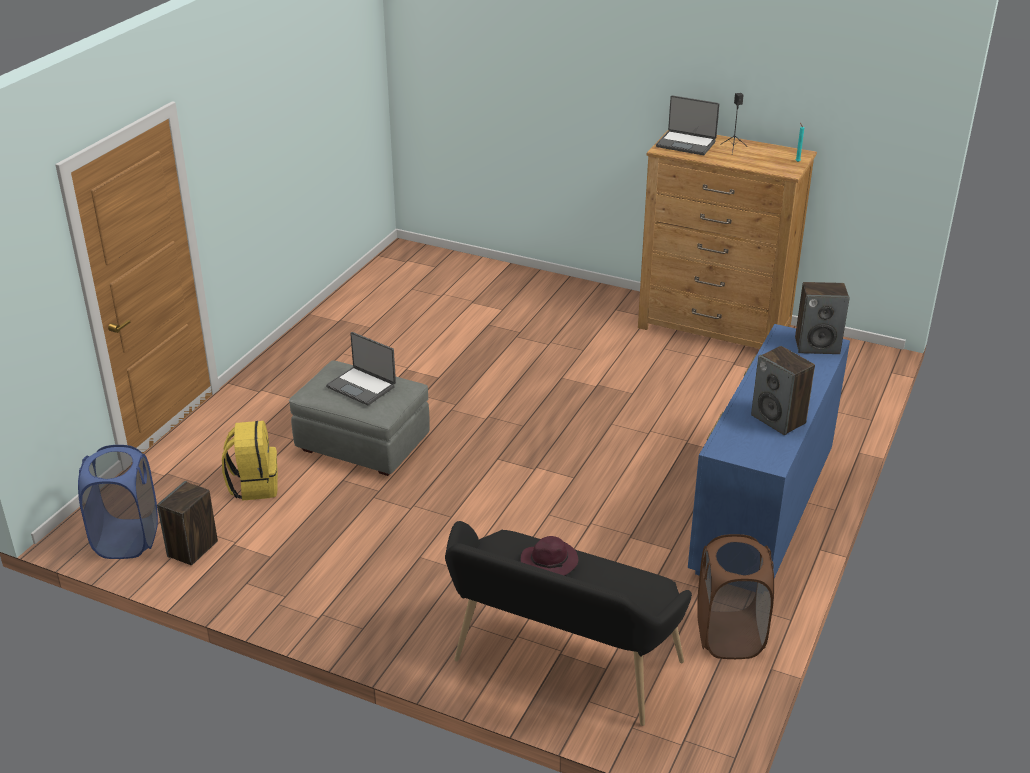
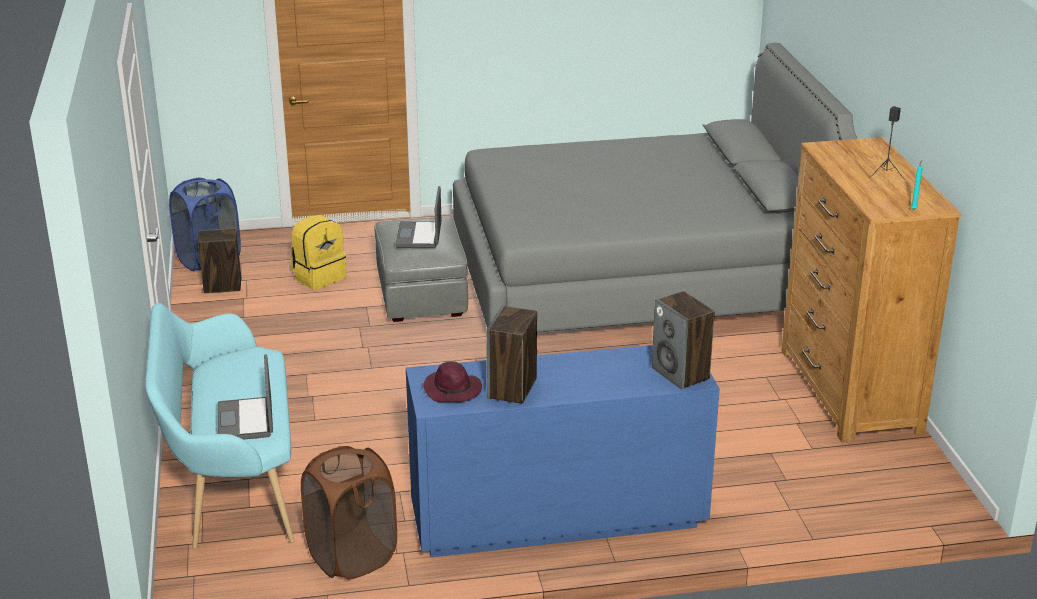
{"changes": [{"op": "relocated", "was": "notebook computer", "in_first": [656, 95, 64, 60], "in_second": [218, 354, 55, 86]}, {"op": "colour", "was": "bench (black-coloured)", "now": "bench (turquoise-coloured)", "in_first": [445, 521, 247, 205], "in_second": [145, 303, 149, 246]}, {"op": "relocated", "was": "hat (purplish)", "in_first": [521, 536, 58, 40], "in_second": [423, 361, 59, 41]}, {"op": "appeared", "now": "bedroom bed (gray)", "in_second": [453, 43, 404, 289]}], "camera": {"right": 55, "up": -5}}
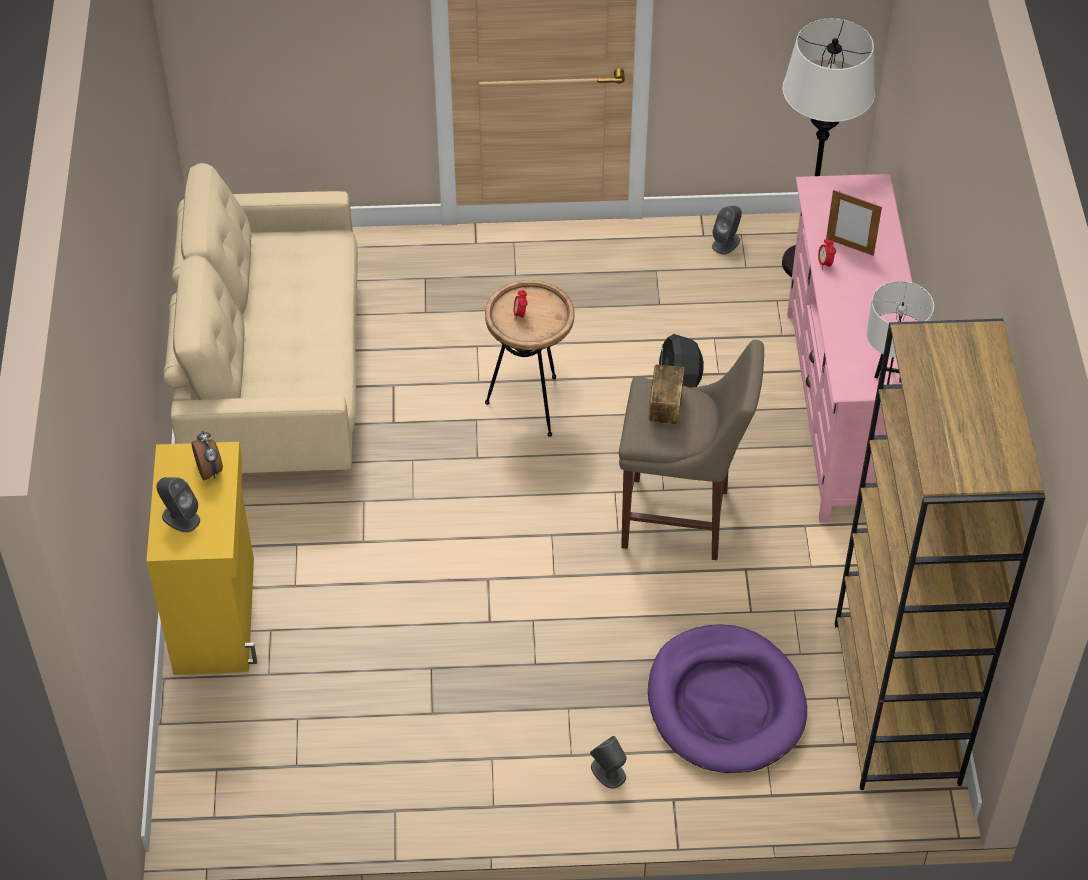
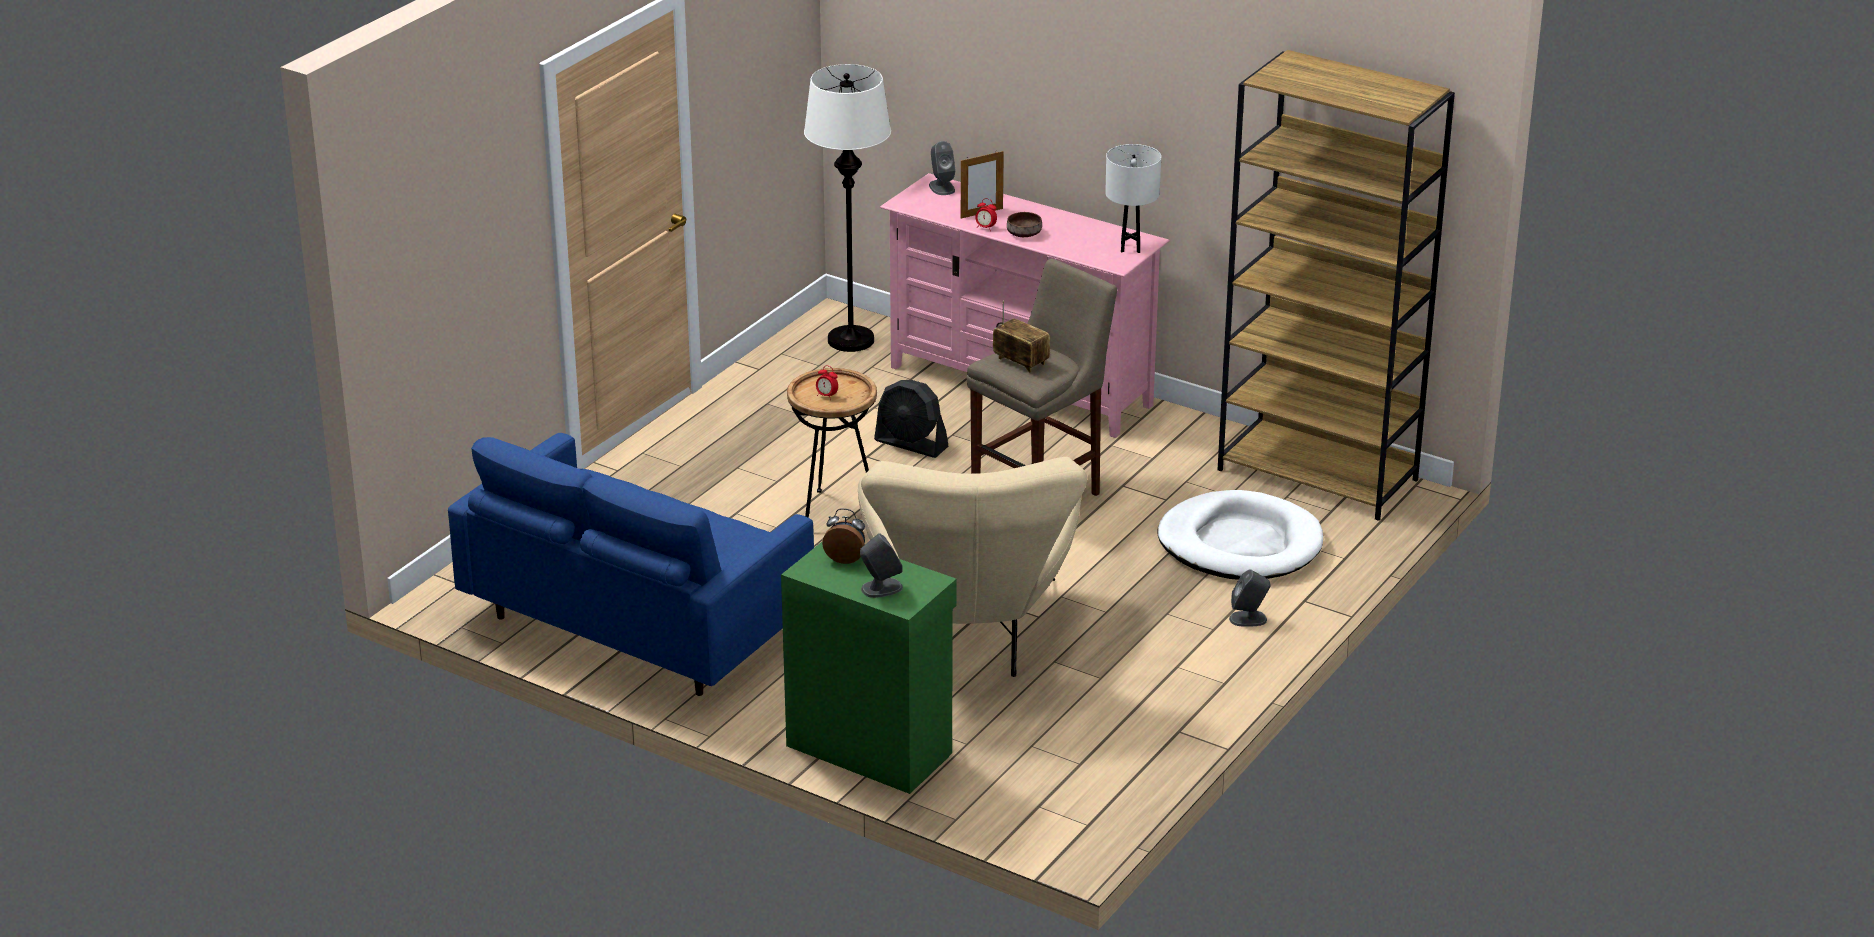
{"changes": [{"op": "colour", "was": "settee (beige)", "now": "settee (blue)", "in_first": [164, 163, 194, 310], "in_second": [448, 433, 366, 263]}, {"op": "relocated", "was": "loudspeaker (gray)", "in_first": [712, 206, 30, 49], "in_second": [929, 141, 27, 54]}, {"op": "colour", "was": "storage cabinet (yellow)", "now": "storage cabinet (green-coloured)", "in_first": [146, 442, 111, 233], "in_second": [781, 541, 176, 253]}, {"op": "colour", "was": "dog bed (purplish)", "now": "dog bed (white-coloured)", "in_first": [648, 624, 159, 149], "in_second": [1157, 490, 166, 90]}, {"op": "appeared", "now": "bowl (brownish)", "in_second": [1007, 212, 35, 25]}, {"op": "appeared", "now": "easy chair (beige)", "in_second": [858, 457, 229, 220]}], "camera": {"right": -55, "up": -20}}
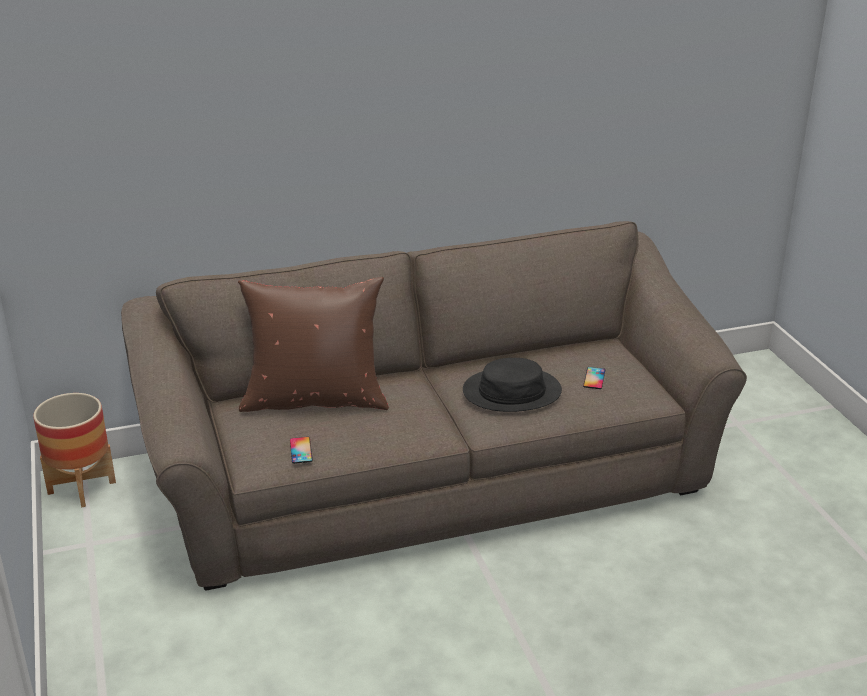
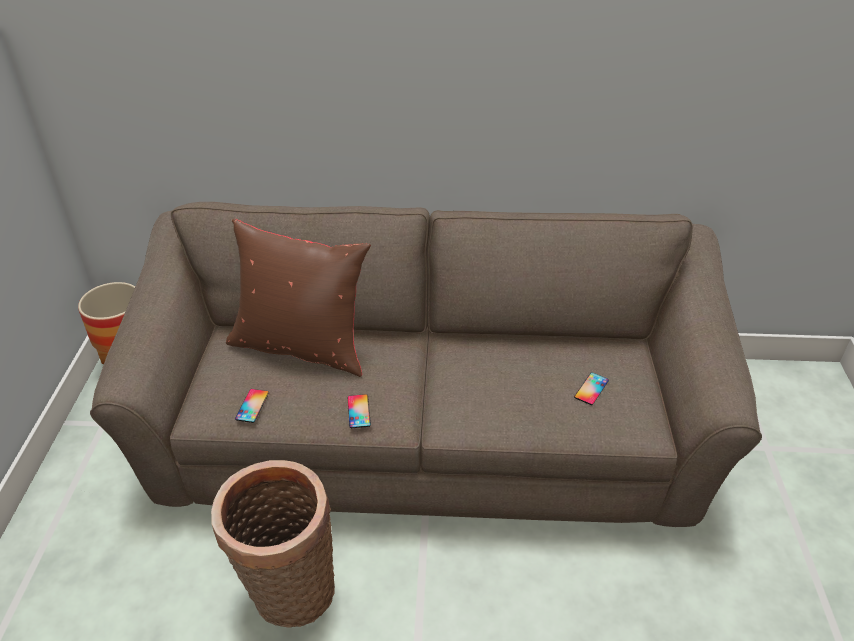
{"changes": [{"op": "missing", "was": "hat (black-coloured)", "in_first": [463, 358, 99, 54]}, {"op": "appeared", "now": "telephone", "in_second": [348, 394, 23, 34]}, {"op": "appeared", "now": "storage basket", "in_second": [211, 460, 124, 168]}], "camera": {"right": 20, "up": 10}}
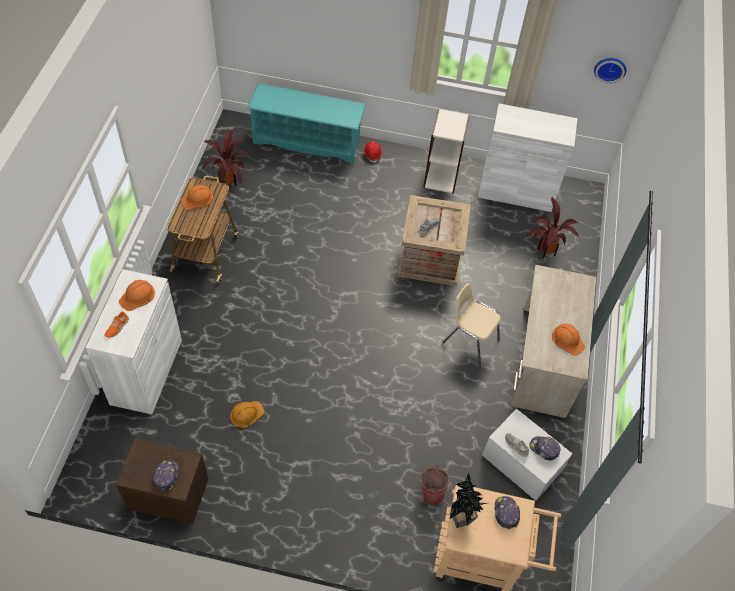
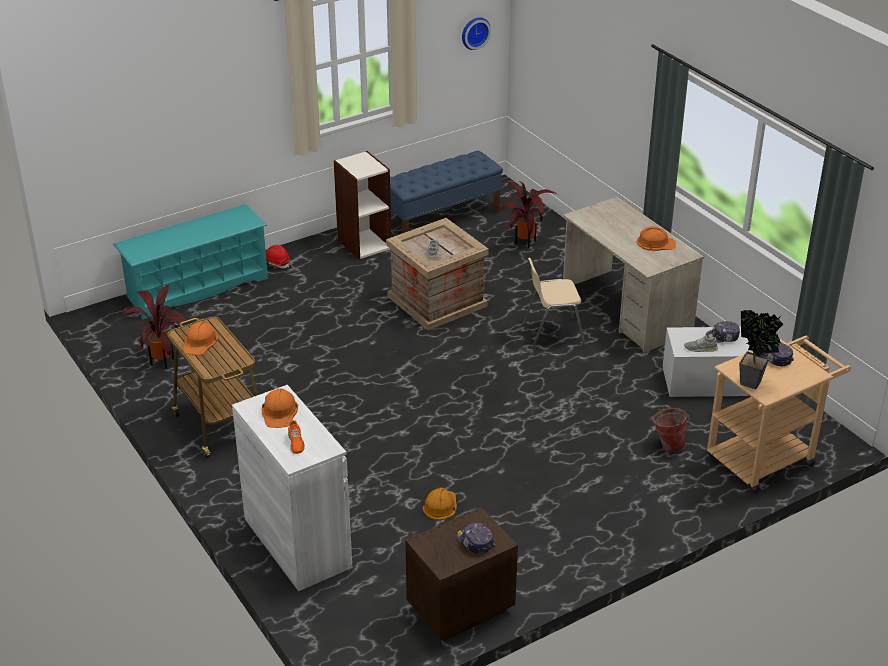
{"changes": [{"op": "exchanged", "was": "storage cabinet (white-coloured)", "now": "bench (blue)", "in_first": [478, 104, 100, 108], "in_second": [390, 151, 113, 82]}], "camera": {"right": -40, "up": -20}}
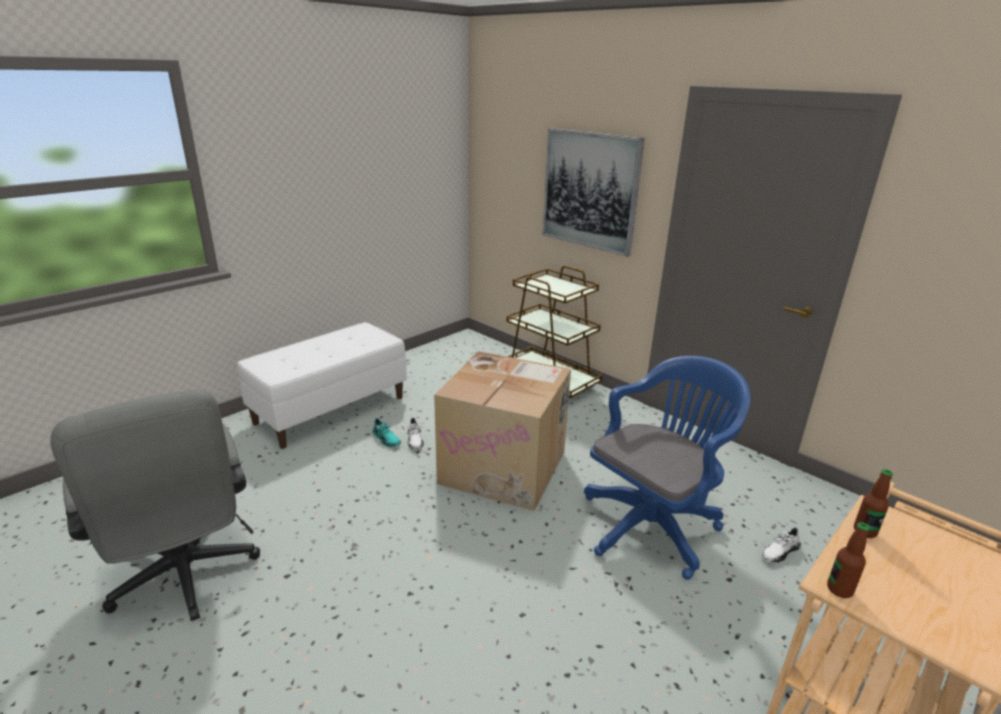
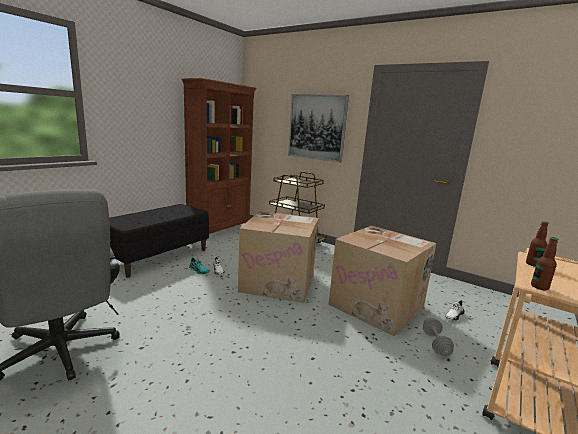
{"changes": [{"op": "colour", "was": "bench (white-coloured)", "now": "bench (black-coloured)", "in_first": [237, 322, 170, 127], "in_second": [109, 204, 100, 74]}, {"op": "exchanged", "was": "desk chair (blue)", "now": "cardboard box", "in_first": [584, 356, 167, 224], "in_second": [329, 226, 107, 110]}, {"op": "appeared", "now": "bookshelf (brownish)", "in_second": [182, 78, 75, 162]}, {"op": "appeared", "now": "dumbbell (gray)", "in_second": [423, 318, 31, 39]}], "camera": {"right": -10, "up": -10}}
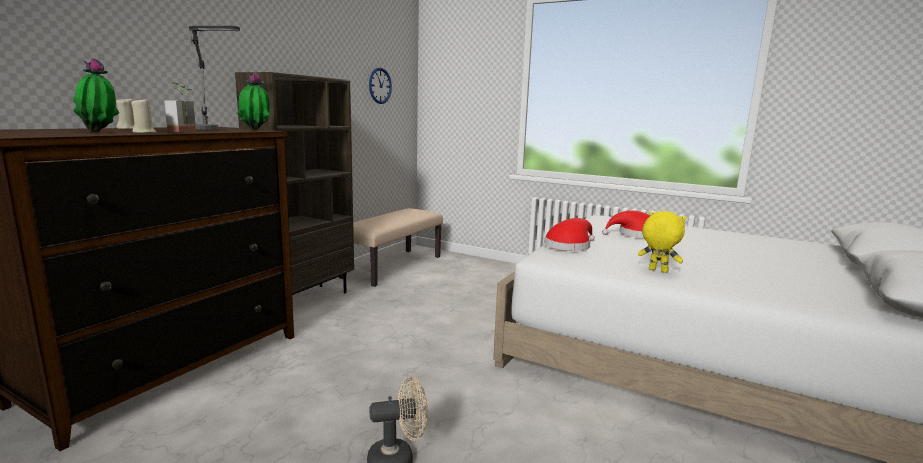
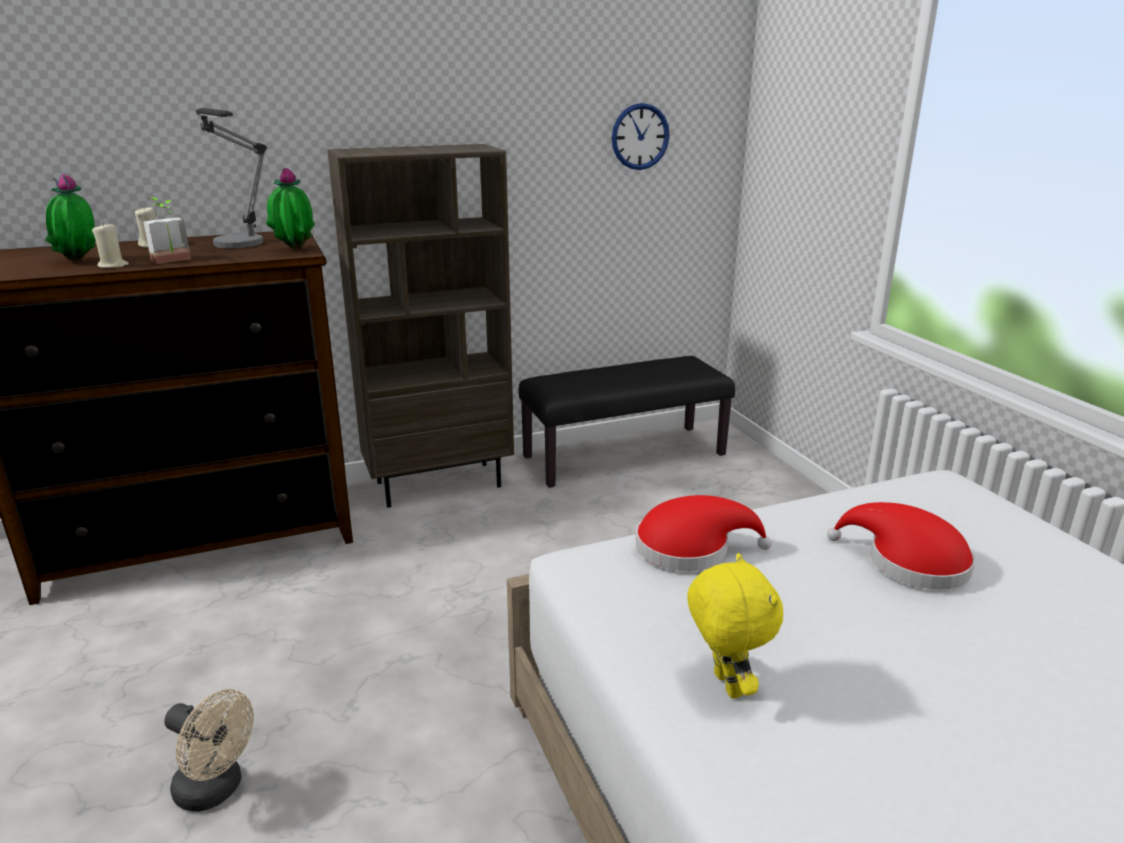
{"changes": [{"op": "colour", "was": "bench (beige)", "now": "bench (black-coloured)", "in_first": [338, 208, 105, 79], "in_second": [519, 356, 216, 132]}], "camera": {"right": 40, "up": 10}}
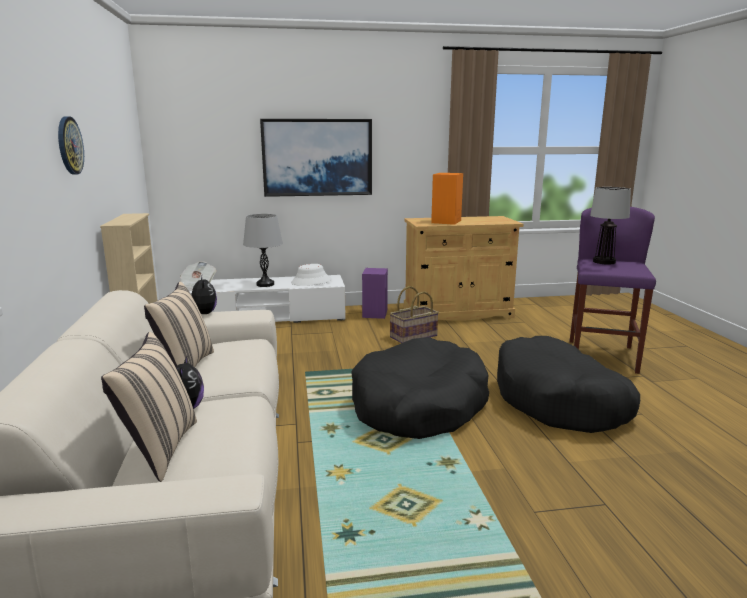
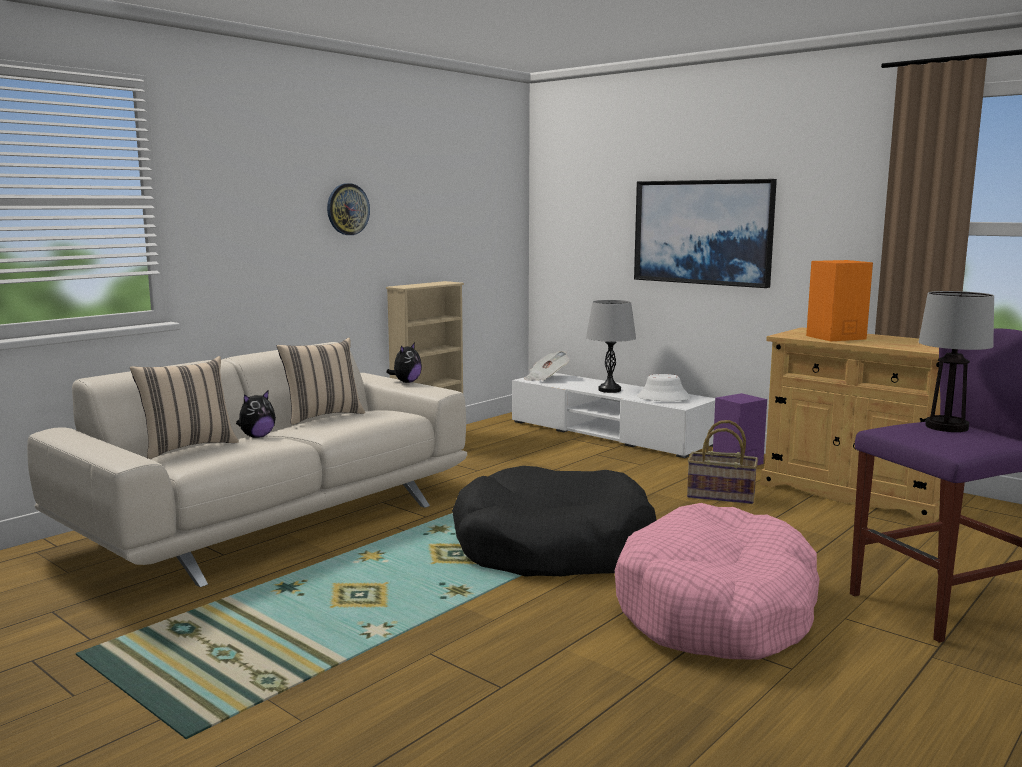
{"changes": [{"op": "colour", "was": "dog bed (black-coloured)", "now": "dog bed (pinkish)", "in_first": [497, 336, 143, 97], "in_second": [615, 503, 205, 157]}], "camera": {"right": 50, "up": -5}}
